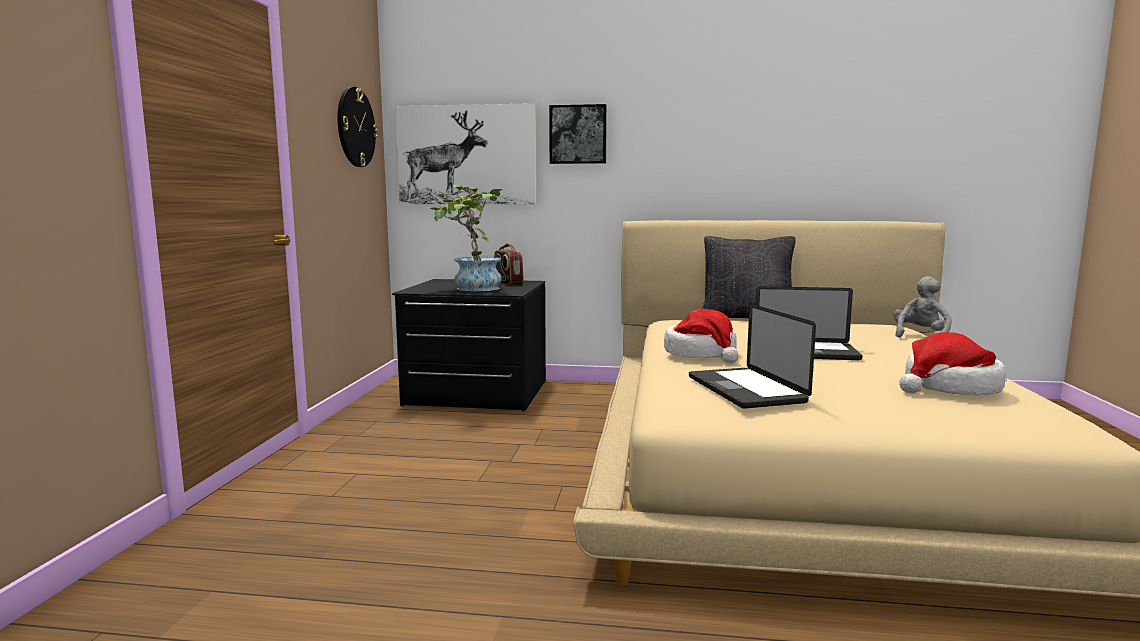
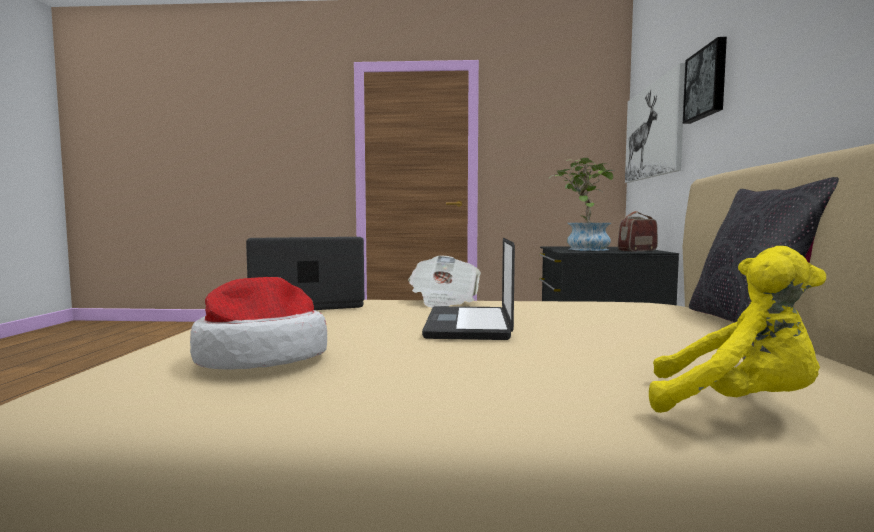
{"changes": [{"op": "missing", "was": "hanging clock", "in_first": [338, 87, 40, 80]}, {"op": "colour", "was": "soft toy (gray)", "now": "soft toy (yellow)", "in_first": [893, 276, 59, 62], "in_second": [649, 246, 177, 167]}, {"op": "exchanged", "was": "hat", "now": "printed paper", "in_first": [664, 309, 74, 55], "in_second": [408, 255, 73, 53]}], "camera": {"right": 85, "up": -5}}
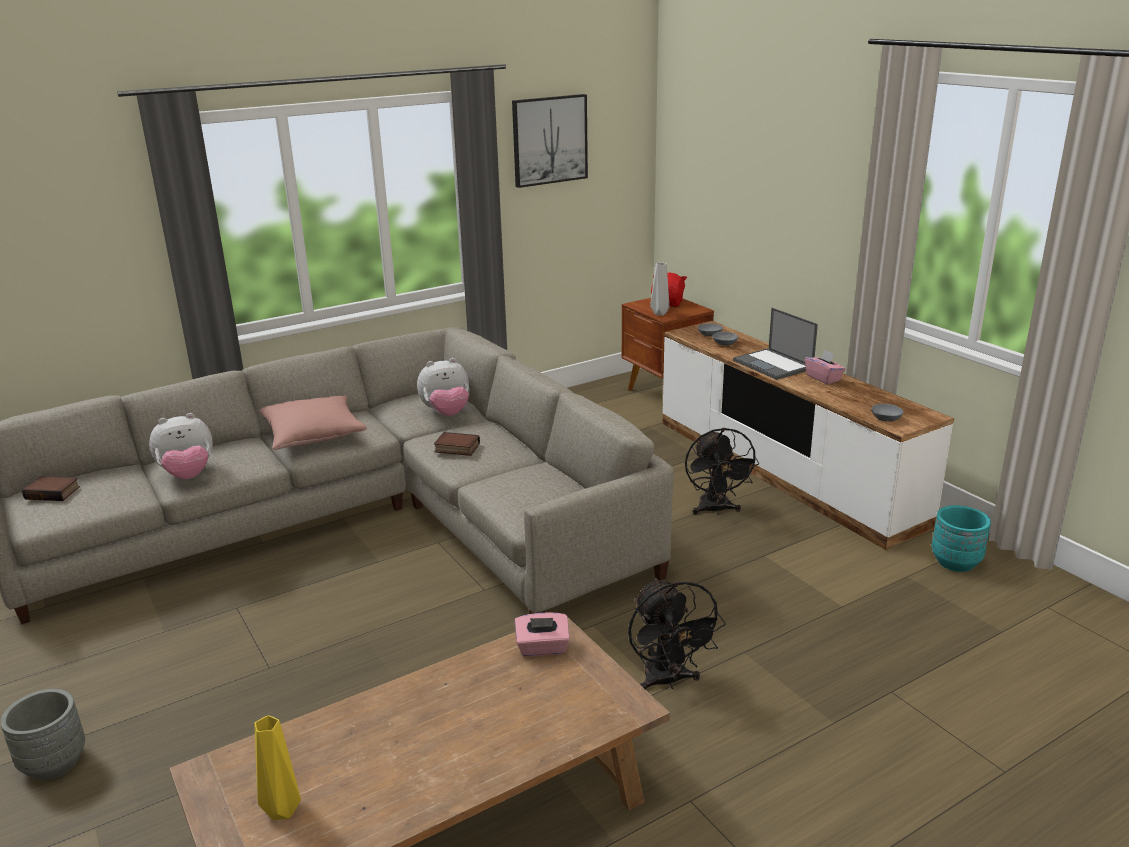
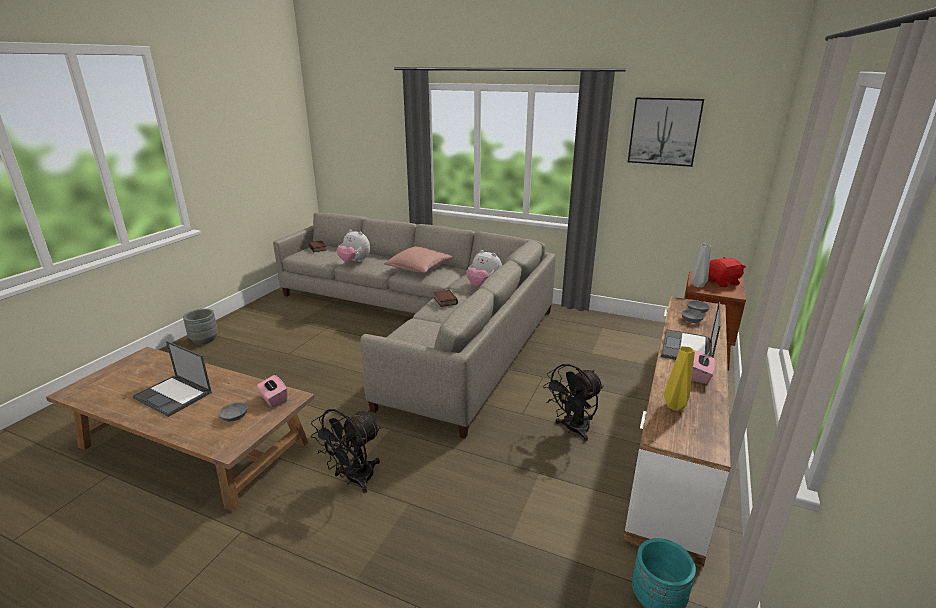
{"changes": [{"op": "relocated", "was": "bowl (gray)", "in_first": [871, 404, 32, 17], "in_second": [219, 402, 29, 20]}, {"op": "relocated", "was": "vase (yellow)", "in_first": [255, 715, 46, 105], "in_second": [664, 346, 31, 65]}, {"op": "appeared", "now": "notebook computer", "in_second": [133, 341, 79, 76]}], "camera": {"right": 55, "up": 0}}
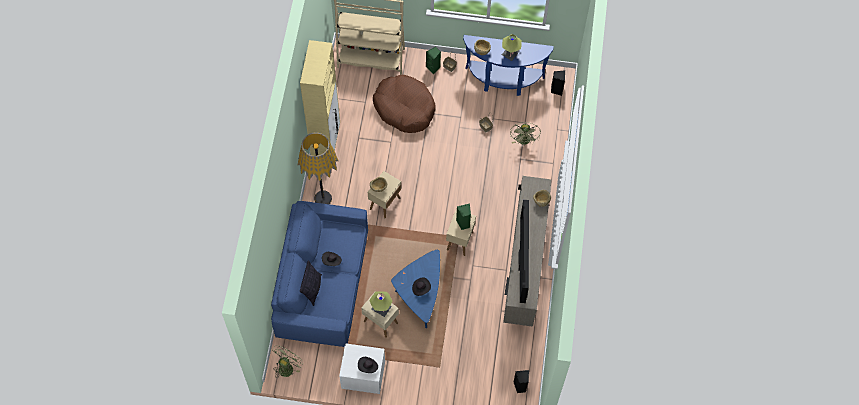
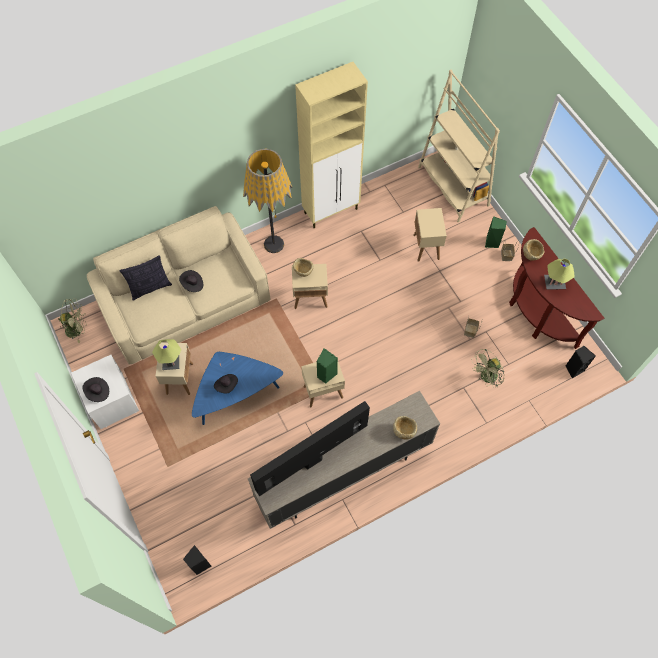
{"changes": [{"op": "colour", "was": "console table (blue)", "now": "console table (brownish)", "in_first": [463, 35, 91, 61], "in_second": [509, 227, 95, 122]}, {"op": "exchanged", "was": "dog bed (brownish)", "now": "accent table (beige)", "in_first": [373, 75, 63, 58], "in_second": [413, 208, 34, 54]}, {"op": "colour", "was": "settee (blue)", "now": "settee (beige)", "in_first": [271, 201, 97, 146], "in_second": [87, 206, 183, 159]}], "camera": {"right": 55, "up": 0}}
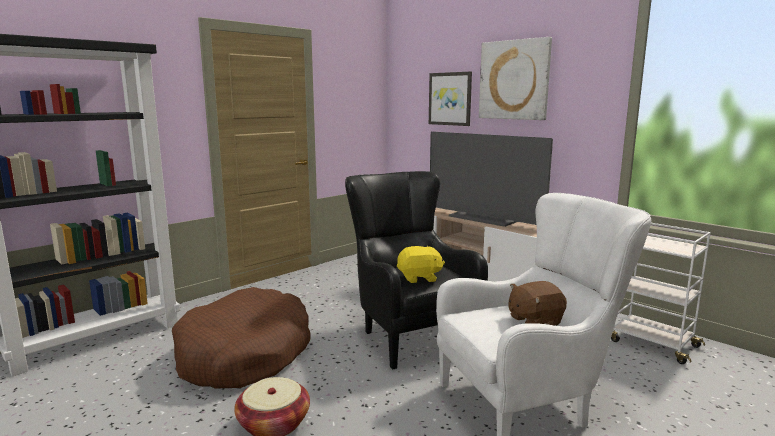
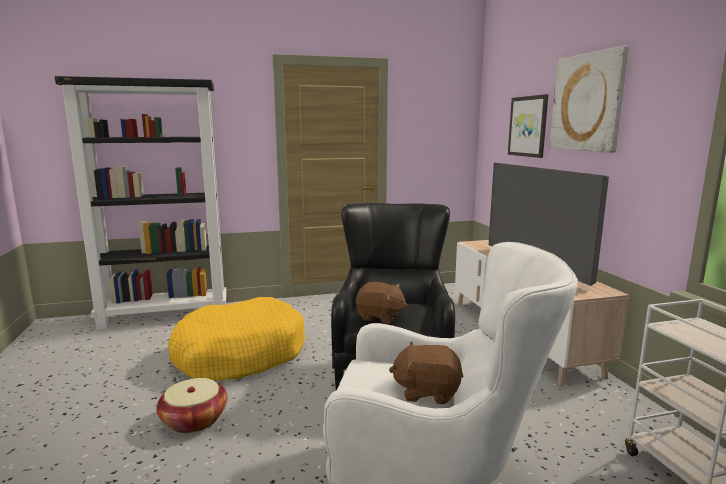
{"changes": [{"op": "colour", "was": "soft toy (yellow)", "now": "soft toy (brownish)", "in_first": [397, 246, 48, 37], "in_second": [356, 282, 52, 41]}, {"op": "colour", "was": "dog bed (brownish)", "now": "dog bed (yellow)", "in_first": [172, 287, 139, 101], "in_second": [168, 297, 137, 84]}], "camera": {"right": 30, "up": 0}}
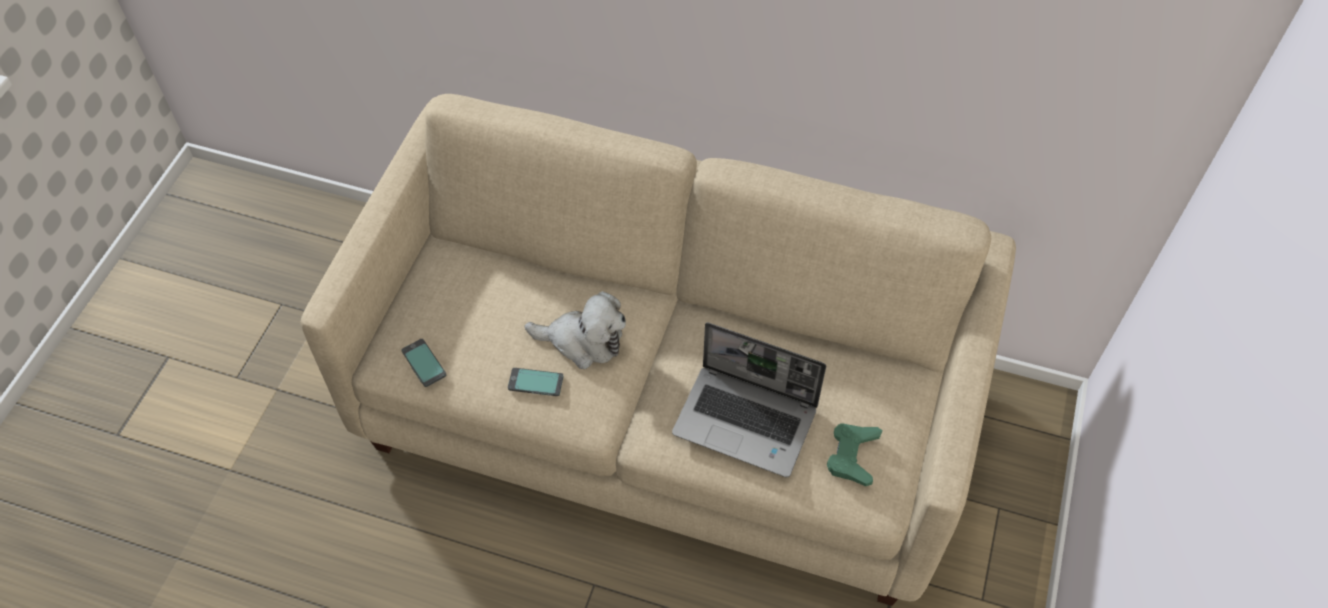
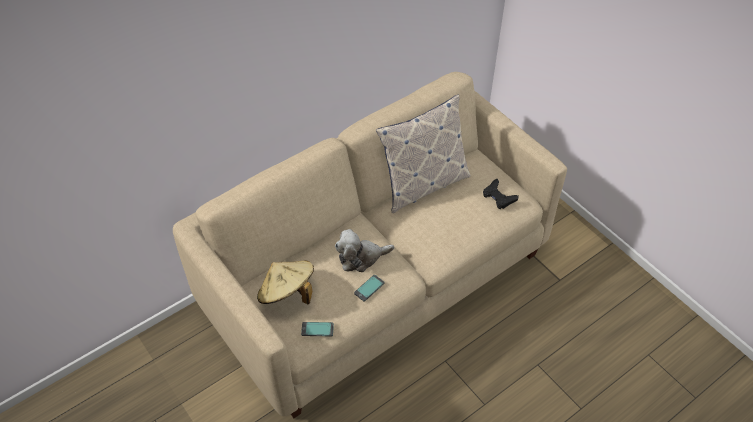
{"changes": [{"op": "spun", "was": "soft toy", "in_first": [524, 291, 102, 78], "in_second": [335, 229, 59, 43], "clockwise": -150}, {"op": "missing", "was": "notebook computer", "in_first": [672, 322, 154, 155]}, {"op": "colour", "was": "joypad (green-coloured)", "now": "joypad (black-coloured)", "in_first": [827, 423, 56, 63], "in_second": [483, 179, 36, 30]}, {"op": "appeared", "now": "throw pillow", "in_second": [376, 95, 94, 118]}, {"op": "appeared", "now": "hat (beige)", "in_second": [257, 260, 57, 44]}], "camera": {"right": -55, "up": -5}}
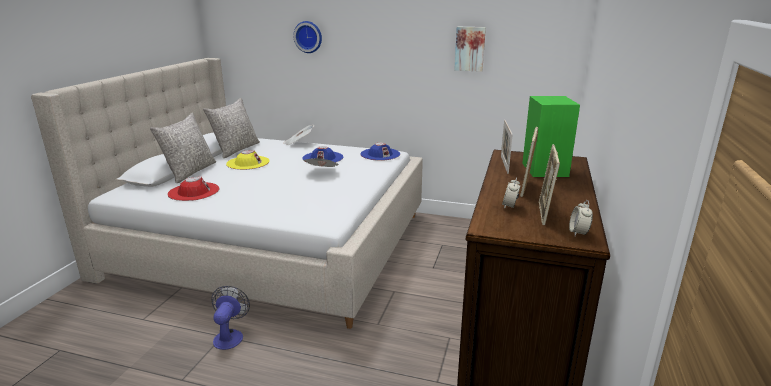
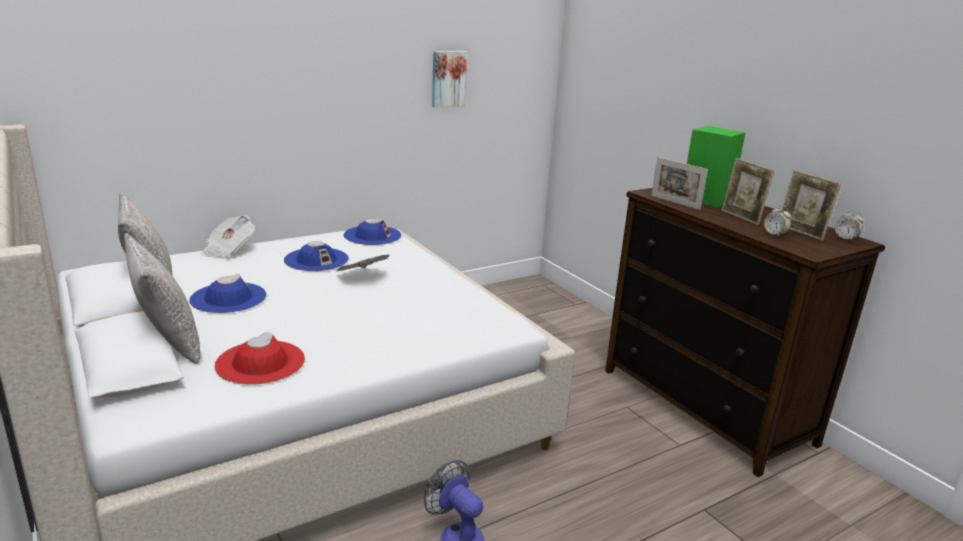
{"changes": [{"op": "missing", "was": "hanging clock", "in_first": [293, 21, 29, 32]}, {"op": "colour", "was": "hat (yellow)", "now": "hat (blue)", "in_first": [226, 150, 44, 20], "in_second": [189, 274, 77, 39]}], "camera": {"right": -50, "up": 0}}
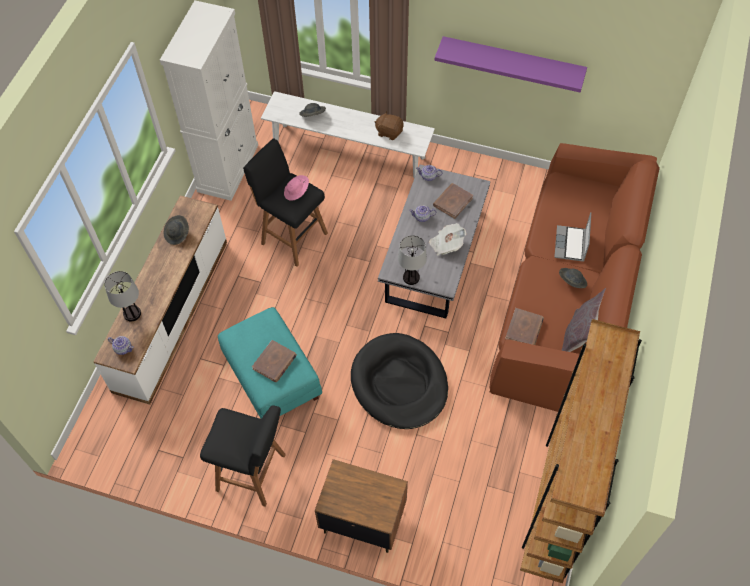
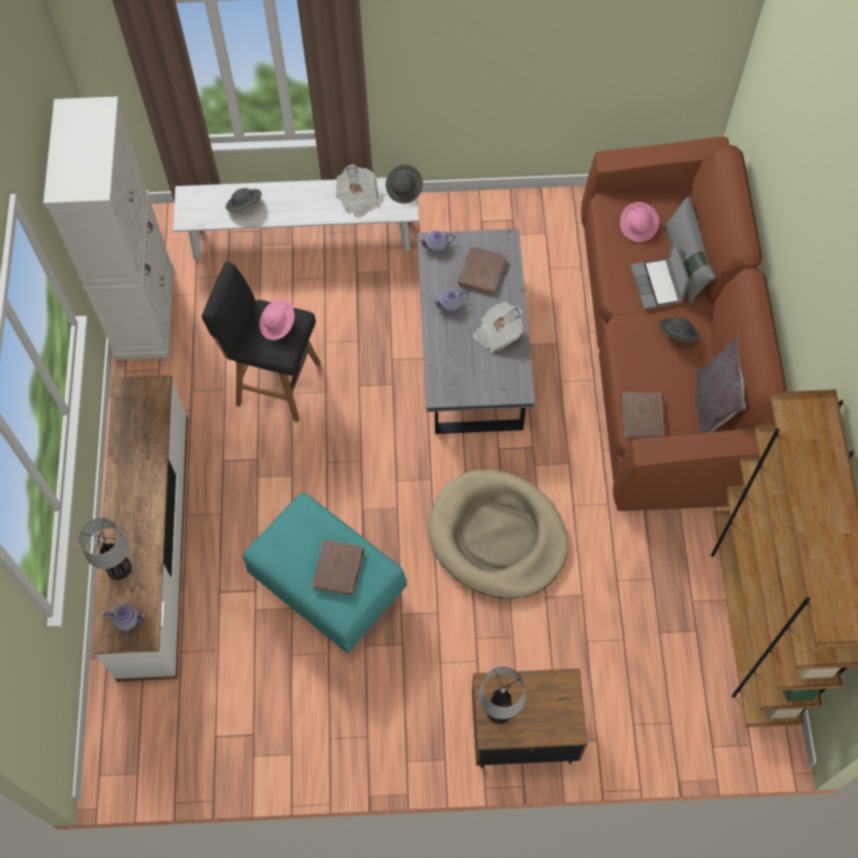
{"changes": [{"op": "missing", "was": "wall shelf (purplish)", "in_first": [434, 36, 153, 56]}, {"op": "exchanged", "was": "soft toy (brownish)", "now": "printed paper", "in_first": [375, 111, 29, 29], "in_second": [336, 164, 43, 54]}, {"op": "relocated", "was": "hat (gray)", "in_first": [164, 215, 25, 30], "in_second": [386, 165, 37, 39]}, {"op": "relocated", "was": "lamp for a table", "in_first": [398, 235, 29, 50], "in_second": [479, 667, 46, 57]}, {"op": "colour", "was": "dog bed (black-coloured)", "now": "dog bed (beige)", "in_first": [351, 333, 97, 96], "in_second": [428, 469, 140, 129]}, {"op": "missing", "was": "stool seat (black-coloured)", "in_first": [200, 405, 86, 102]}, {"op": "appeared", "now": "throw pillow (gray)", "in_second": [665, 196, 51, 108]}, {"op": "appeared", "now": "hat (pinkish)", "in_second": [620, 202, 39, 40]}], "camera": {"right": -20, "up": 5}}
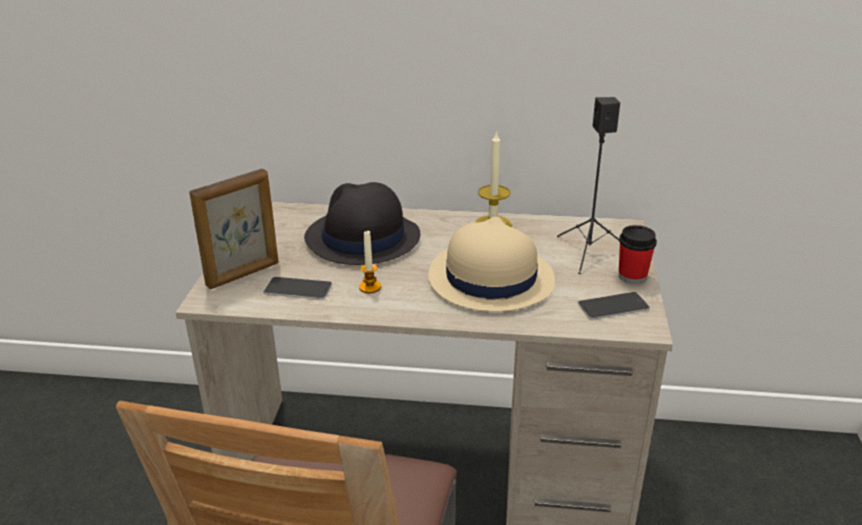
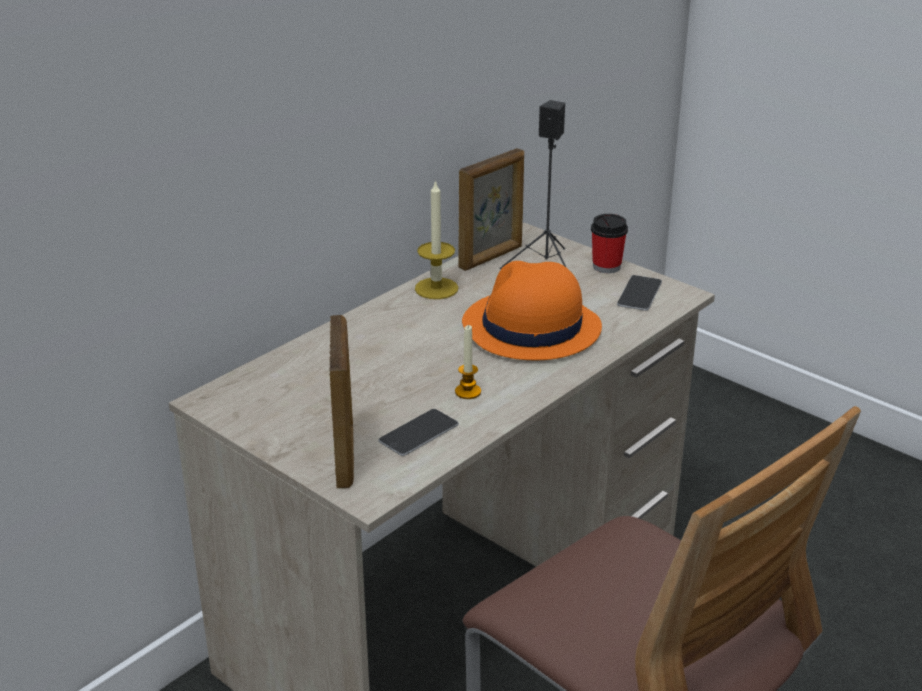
{"changes": [{"op": "missing", "was": "hat (black-coloured)", "in_first": [304, 182, 116, 83]}, {"op": "colour", "was": "hat (beige)", "now": "hat (orange)", "in_first": [428, 217, 127, 95], "in_second": [462, 261, 140, 99]}, {"op": "appeared", "now": "photo frame", "in_second": [458, 148, 66, 123]}], "camera": {"right": -55, "up": 0}}
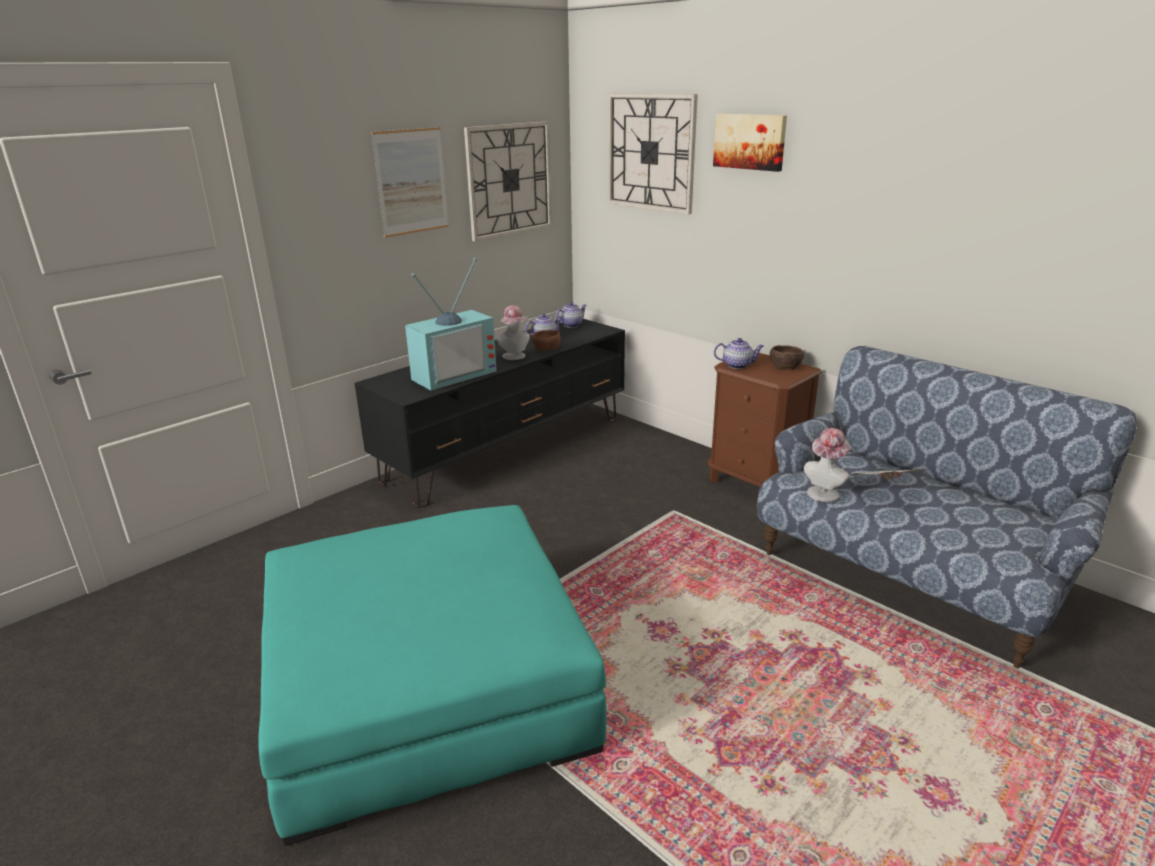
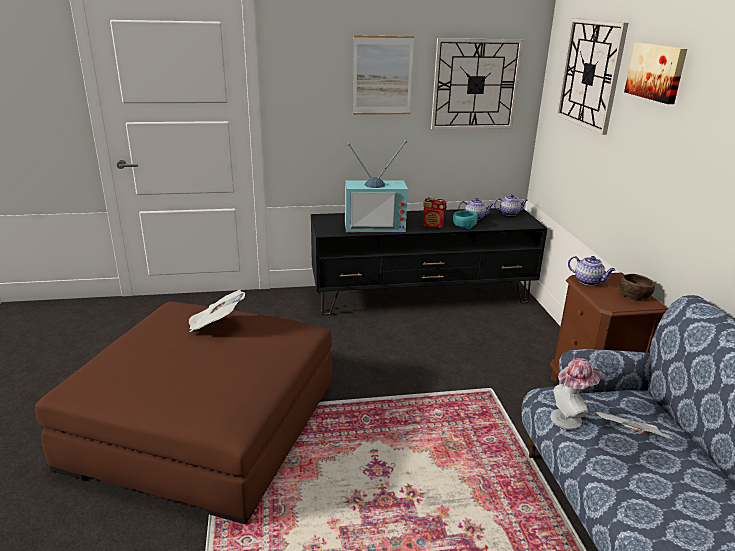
{"changes": [{"op": "exchanged", "was": "hat", "now": "radio set", "in_first": [497, 305, 33, 55], "in_second": [423, 197, 23, 31]}, {"op": "colour", "was": "bowl (brownish)", "now": "bowl (turquoise-coloured)", "in_first": [532, 330, 29, 21], "in_second": [453, 211, 25, 18]}, {"op": "colour", "was": "pouffe (turquoise-coloured)", "now": "pouffe (brownish)", "in_first": [258, 505, 348, 341], "in_second": [35, 302, 297, 222]}, {"op": "appeared", "now": "printed paper", "in_second": [189, 289, 56, 43]}], "camera": {"right": 35, "up": 0}}
